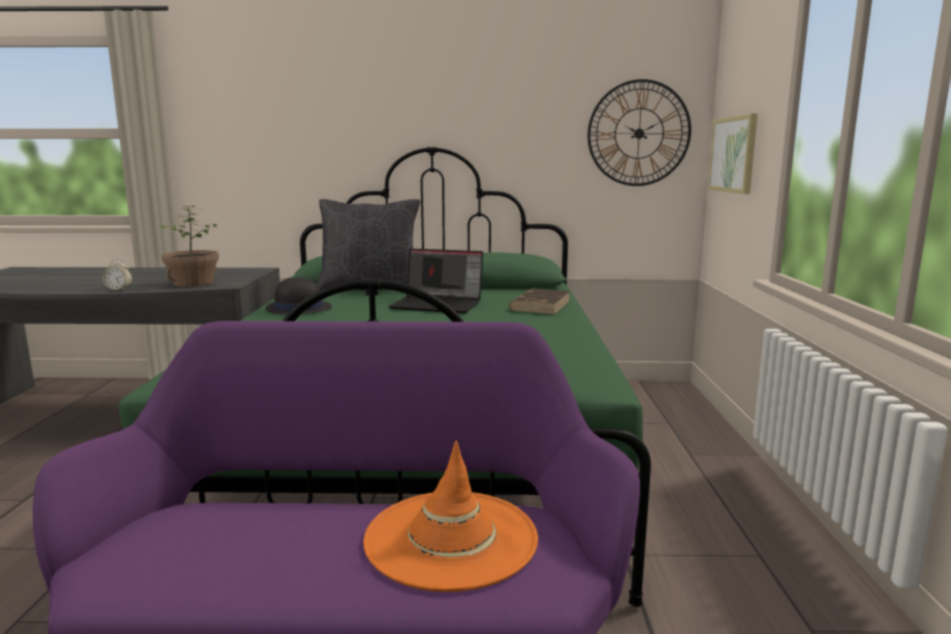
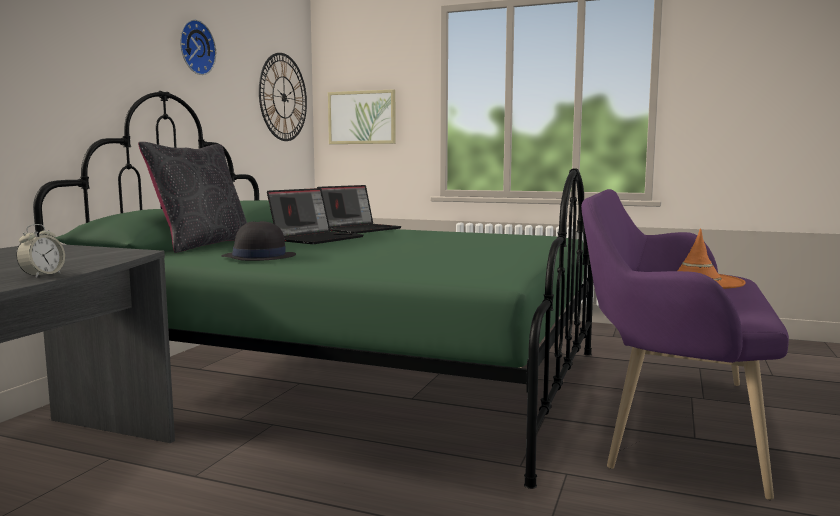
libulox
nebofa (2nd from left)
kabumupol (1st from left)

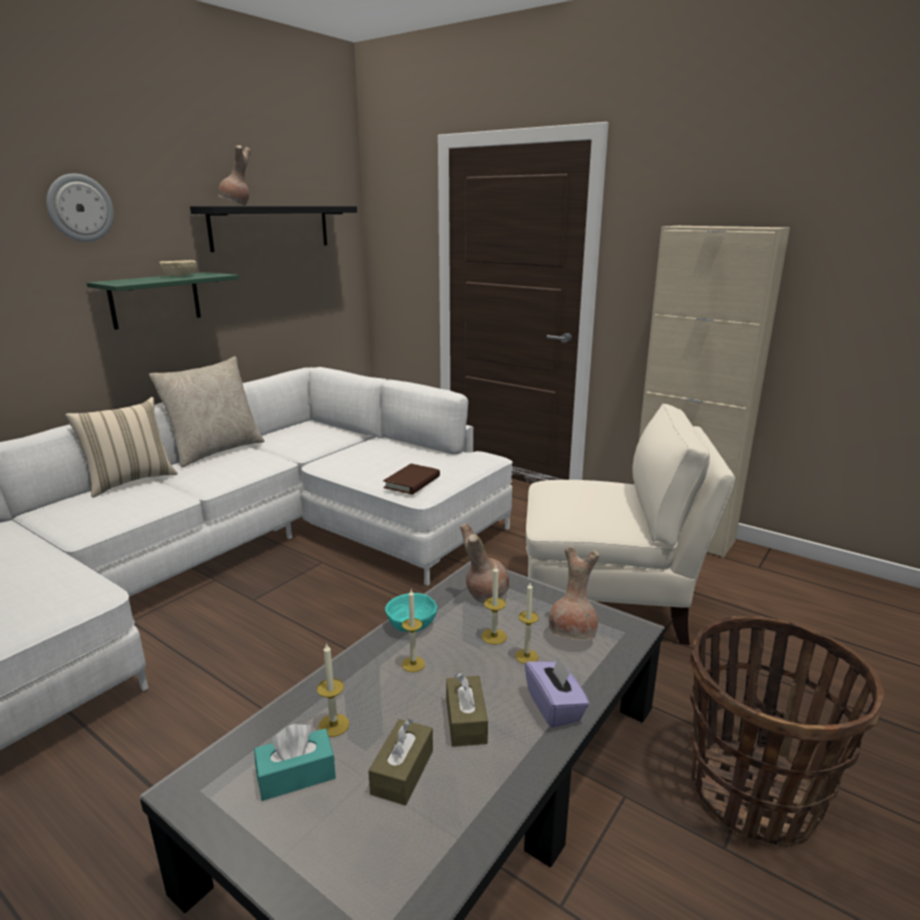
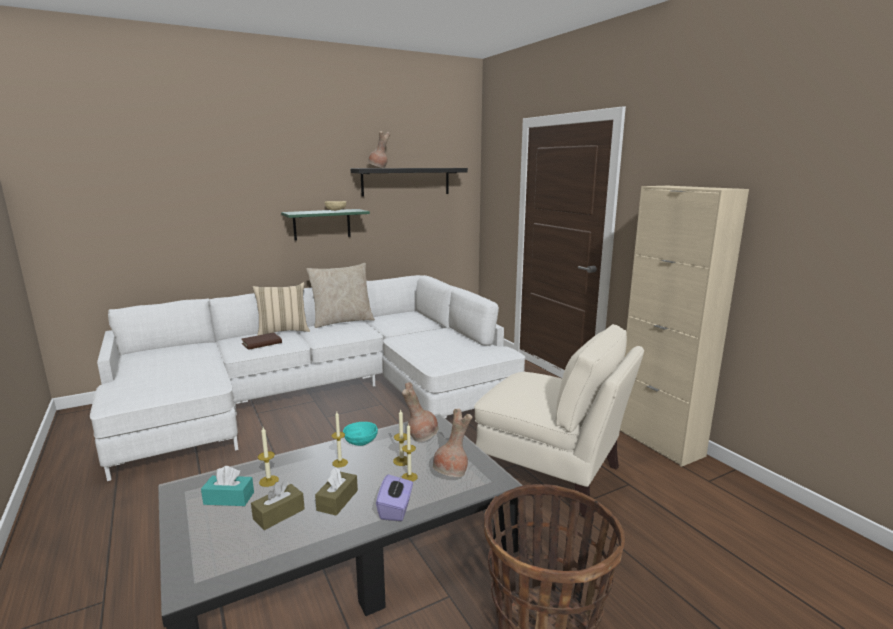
kabumupol
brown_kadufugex

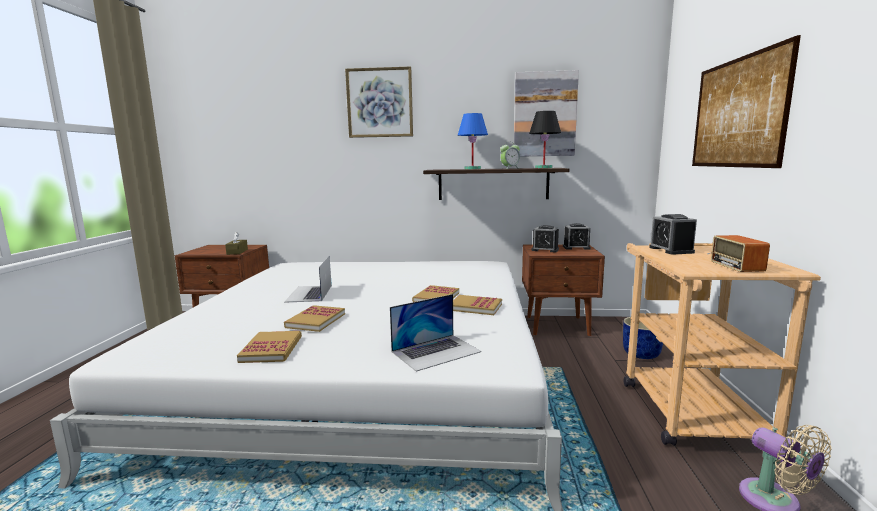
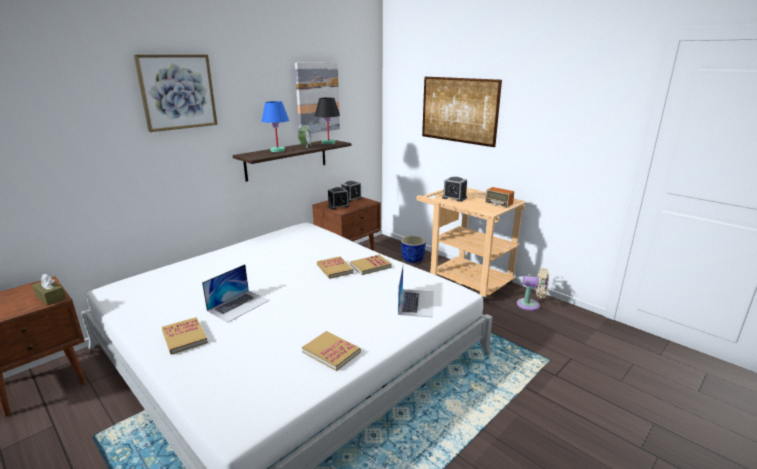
nebofa (1st from left)
kadufugex (1st from left)

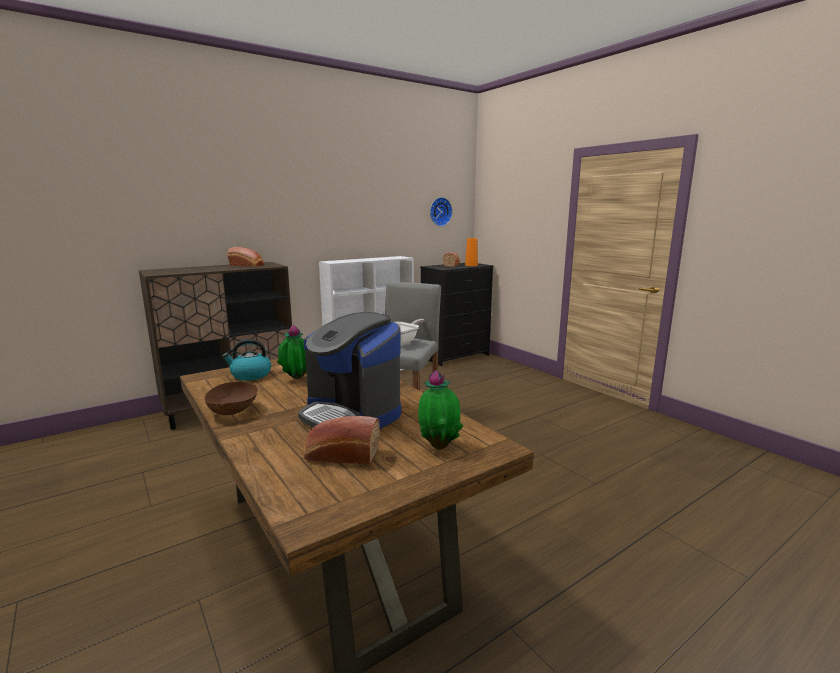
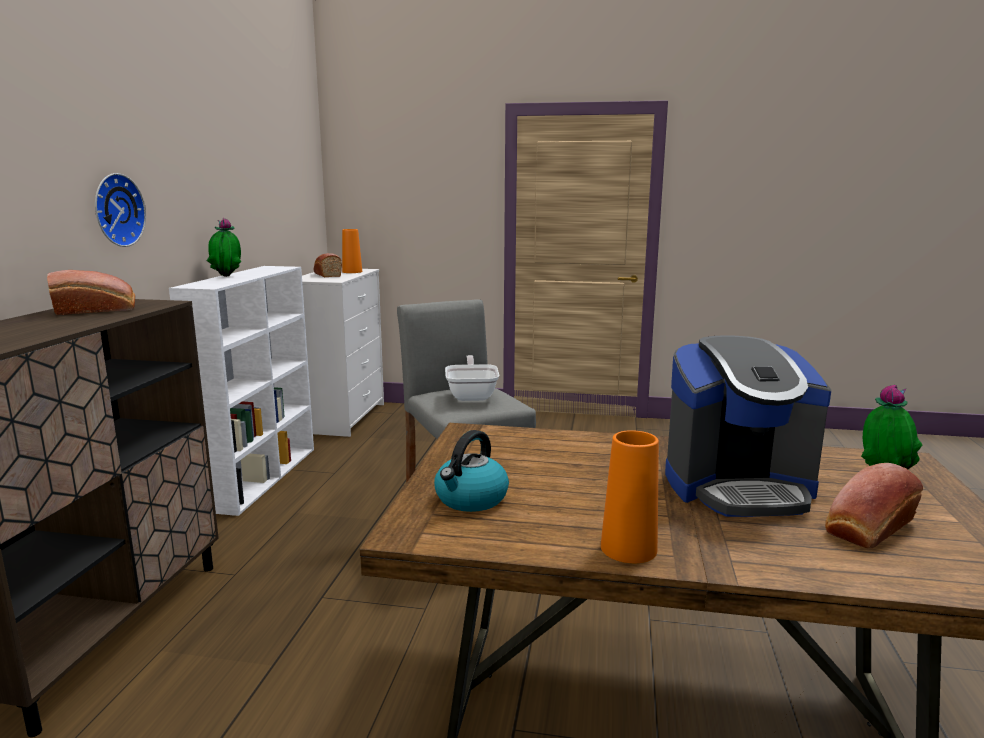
kabumupol
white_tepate
libulox (1st from left)
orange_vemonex (2nd from left)

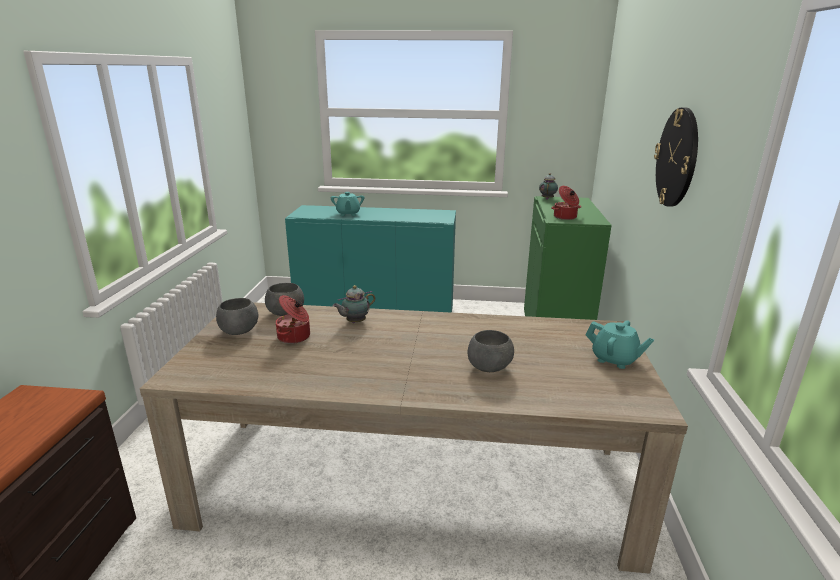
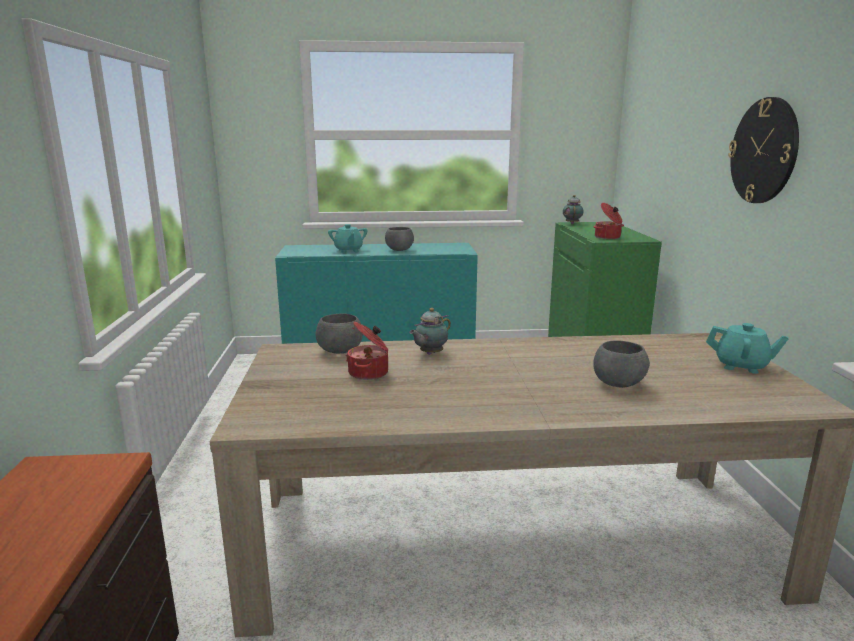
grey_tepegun (2nd from left)

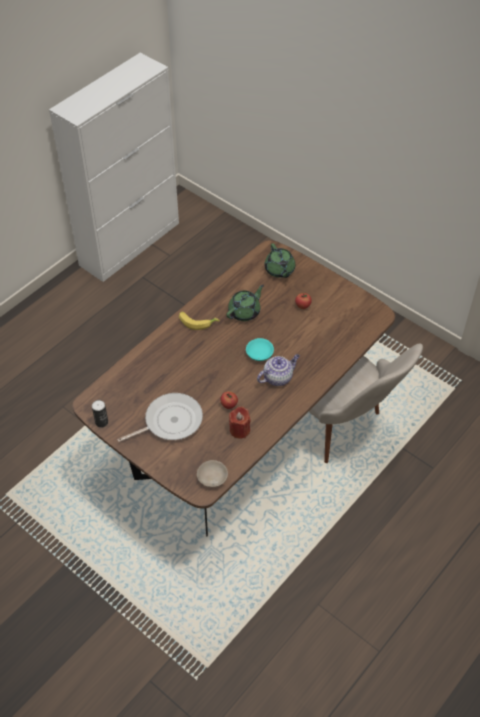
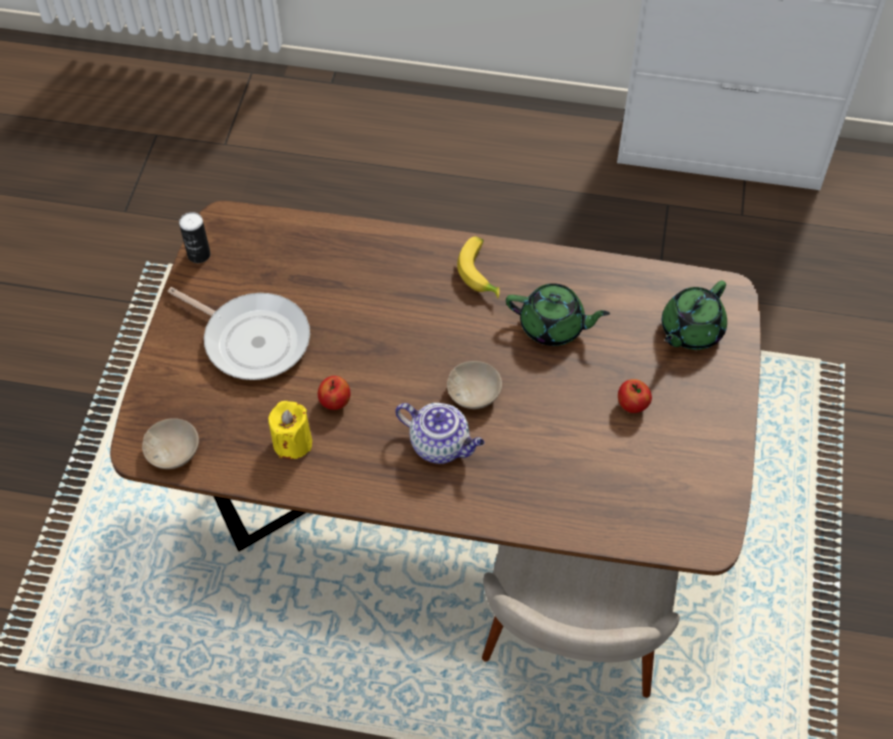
beige_tepegun (2nd from left)
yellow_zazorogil

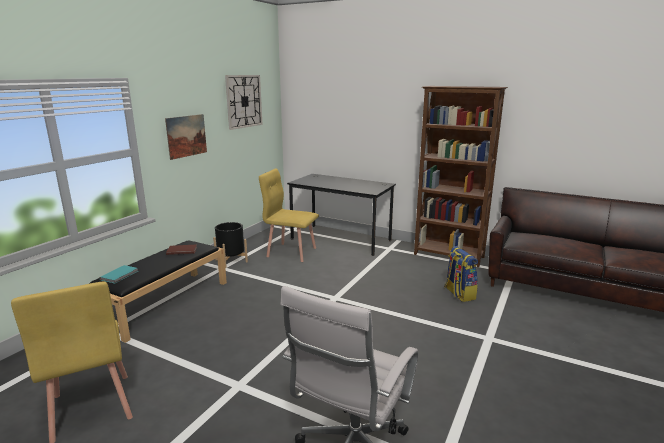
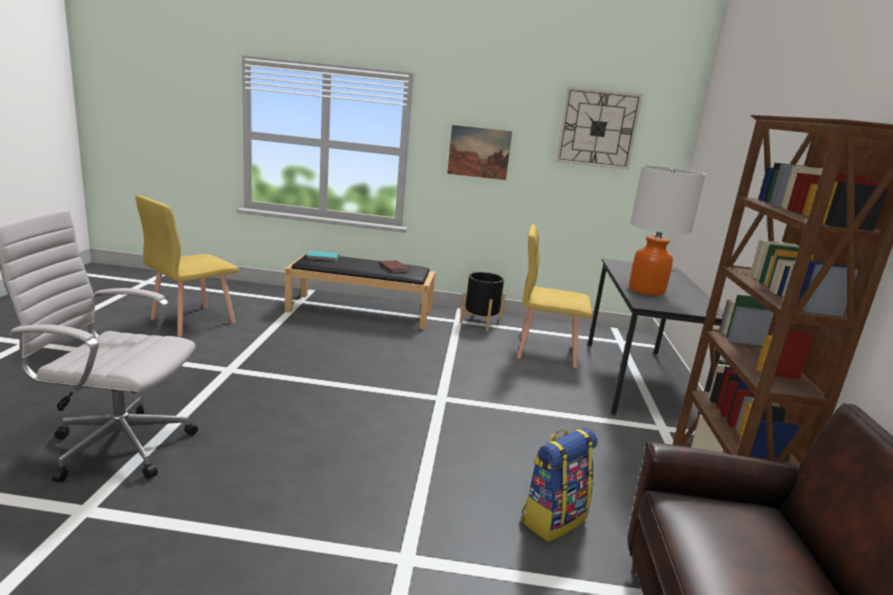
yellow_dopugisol (2nd from left)
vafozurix

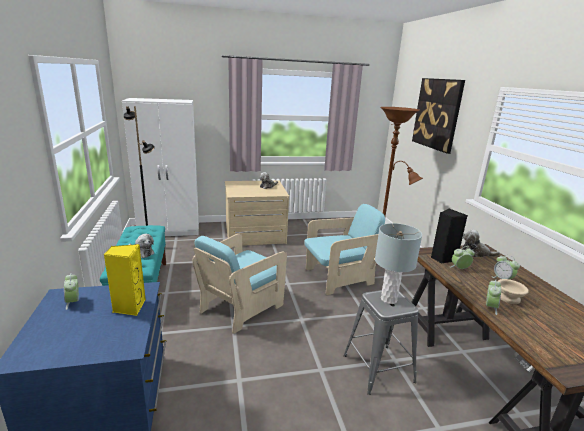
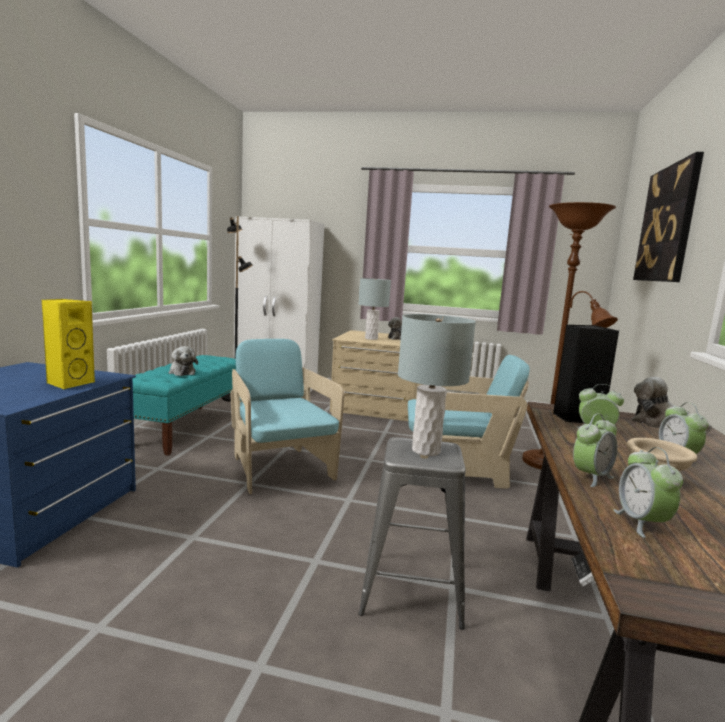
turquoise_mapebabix (1st from left)
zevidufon (3rd from left)
grey_vafozurix (1st from left)

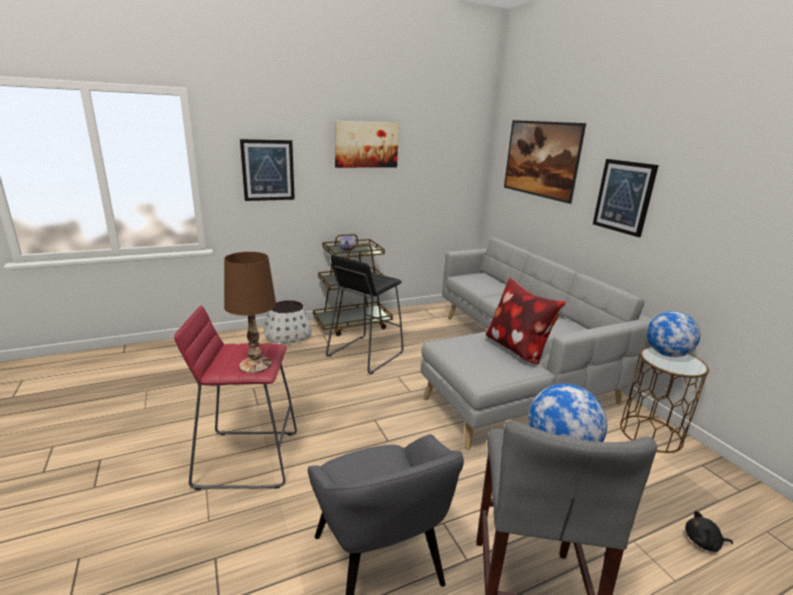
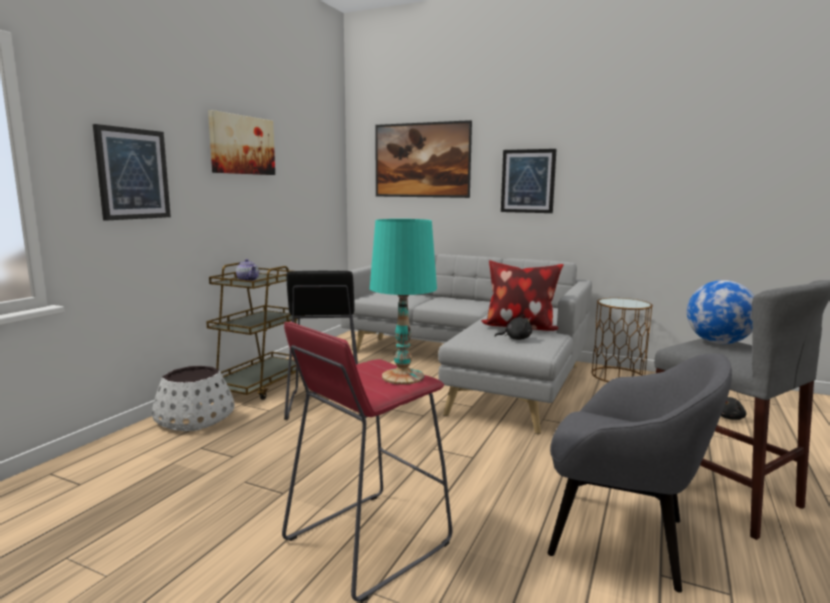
turquoise_vafozurix
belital (2nd from left in the first image)
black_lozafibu (1st from left)

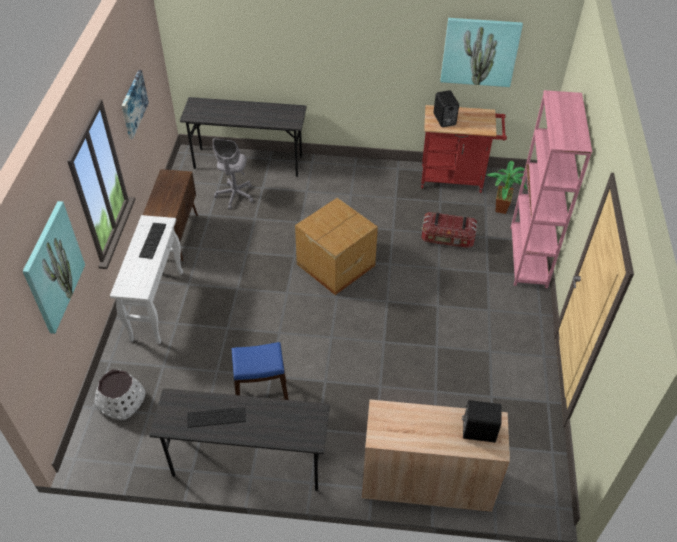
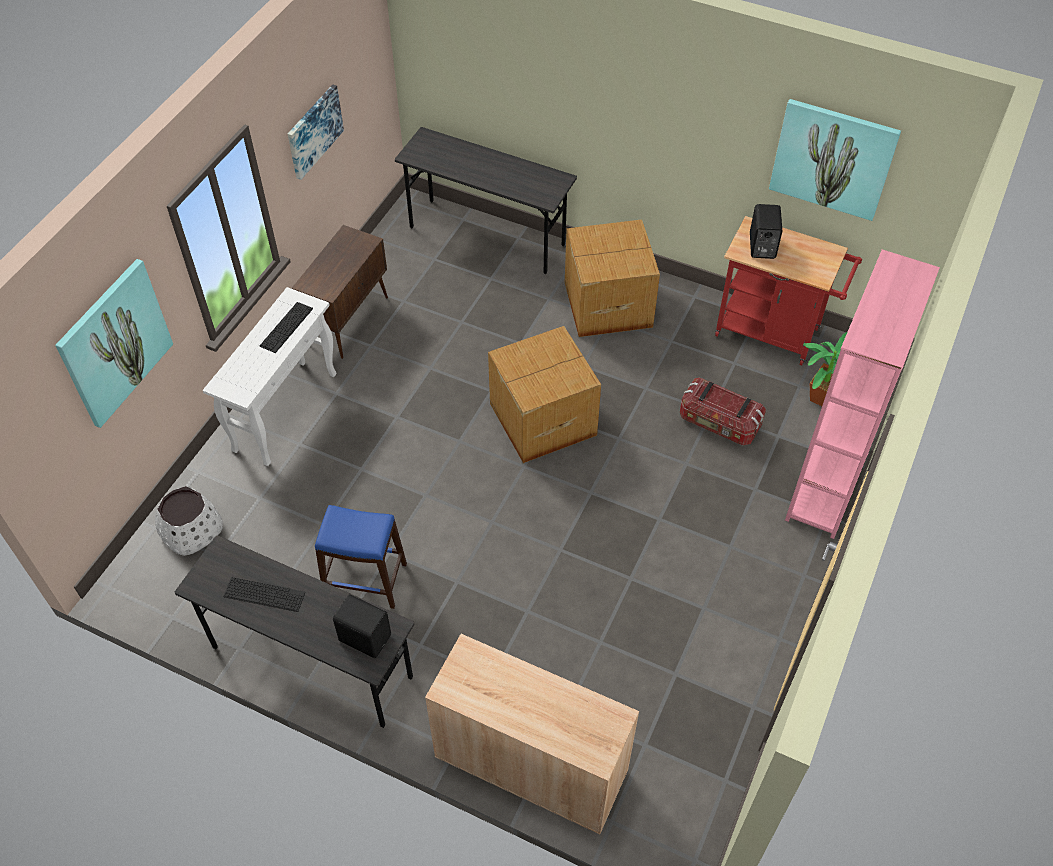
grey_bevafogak
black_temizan (1st from left)
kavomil (2nd from left)

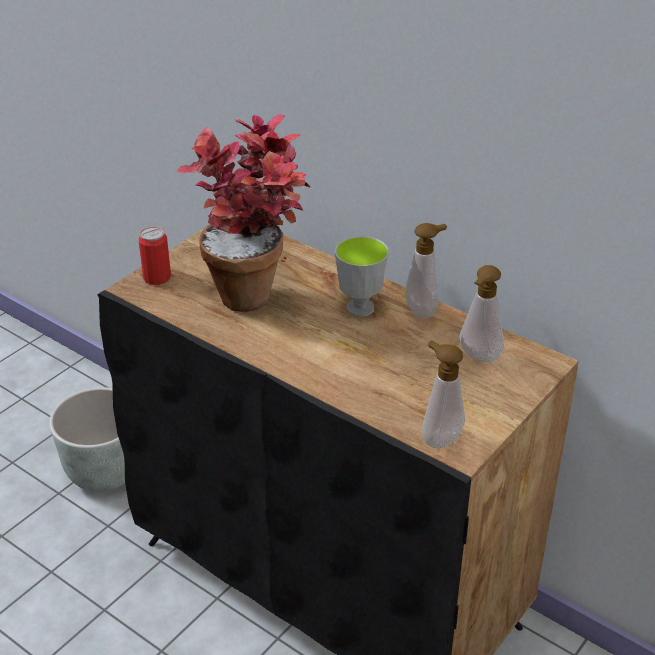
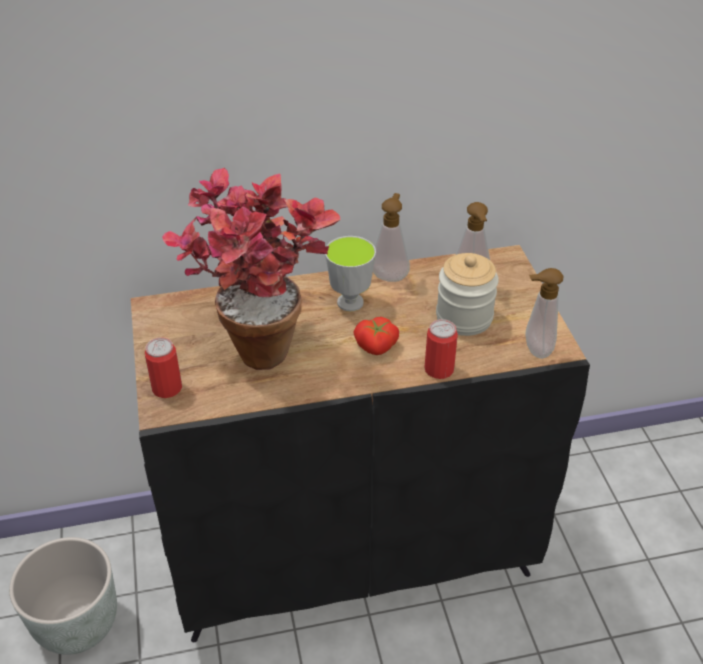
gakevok
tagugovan
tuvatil (2nd from left)

